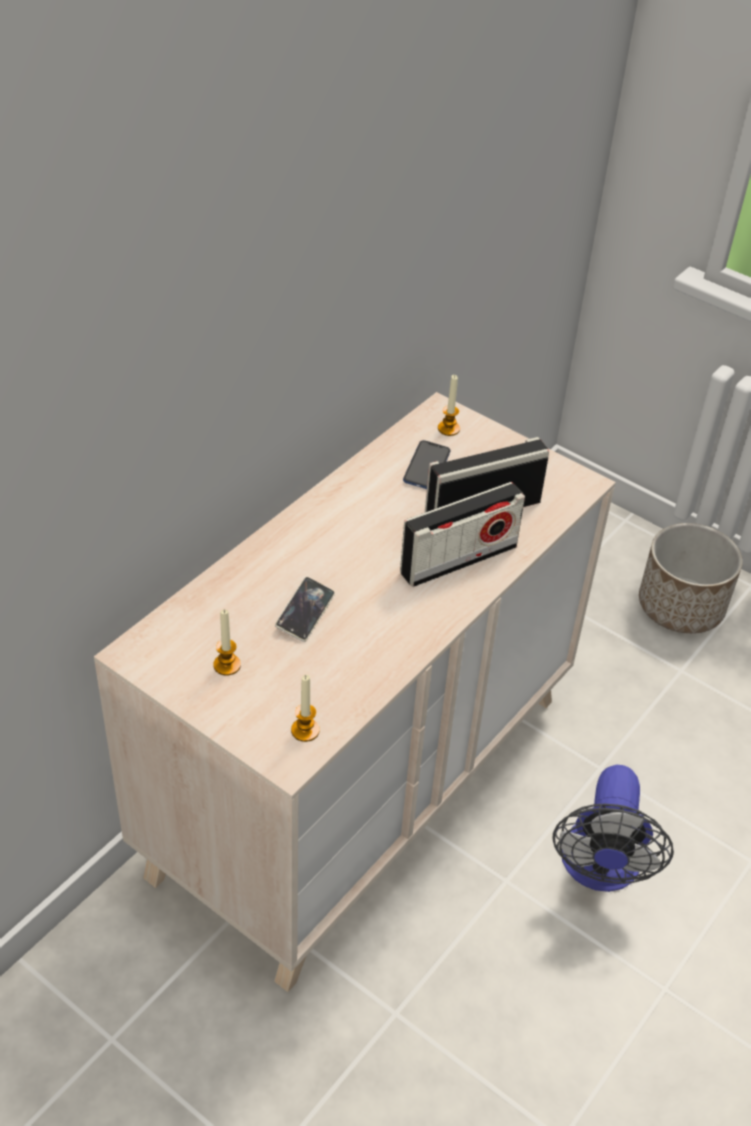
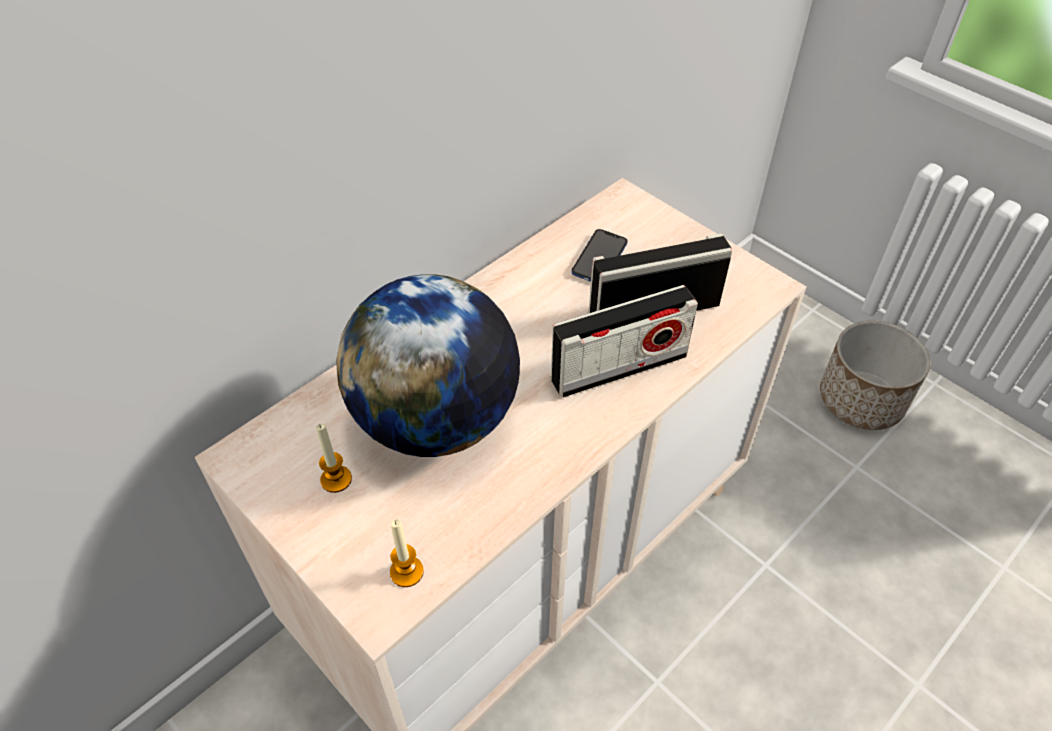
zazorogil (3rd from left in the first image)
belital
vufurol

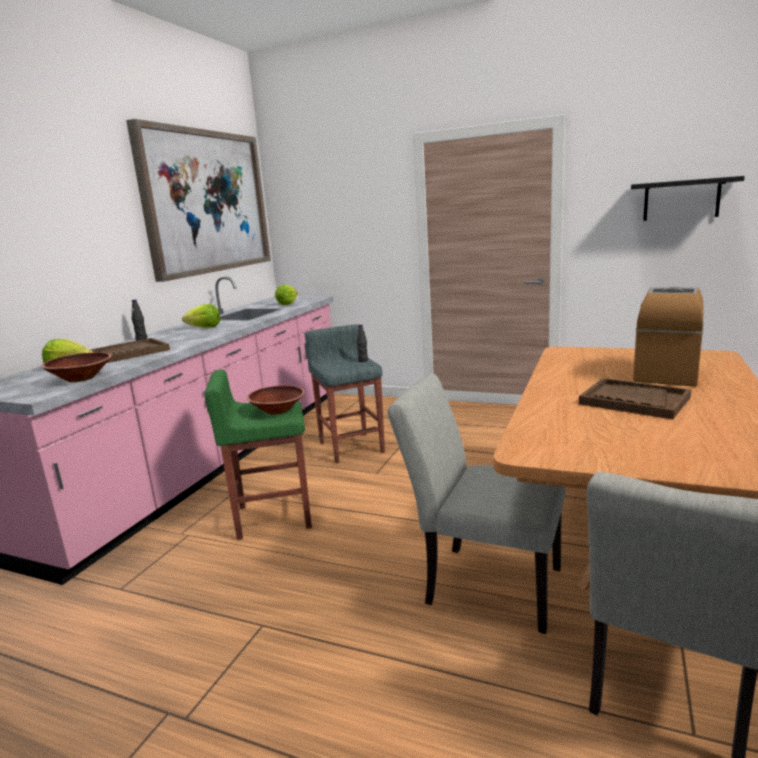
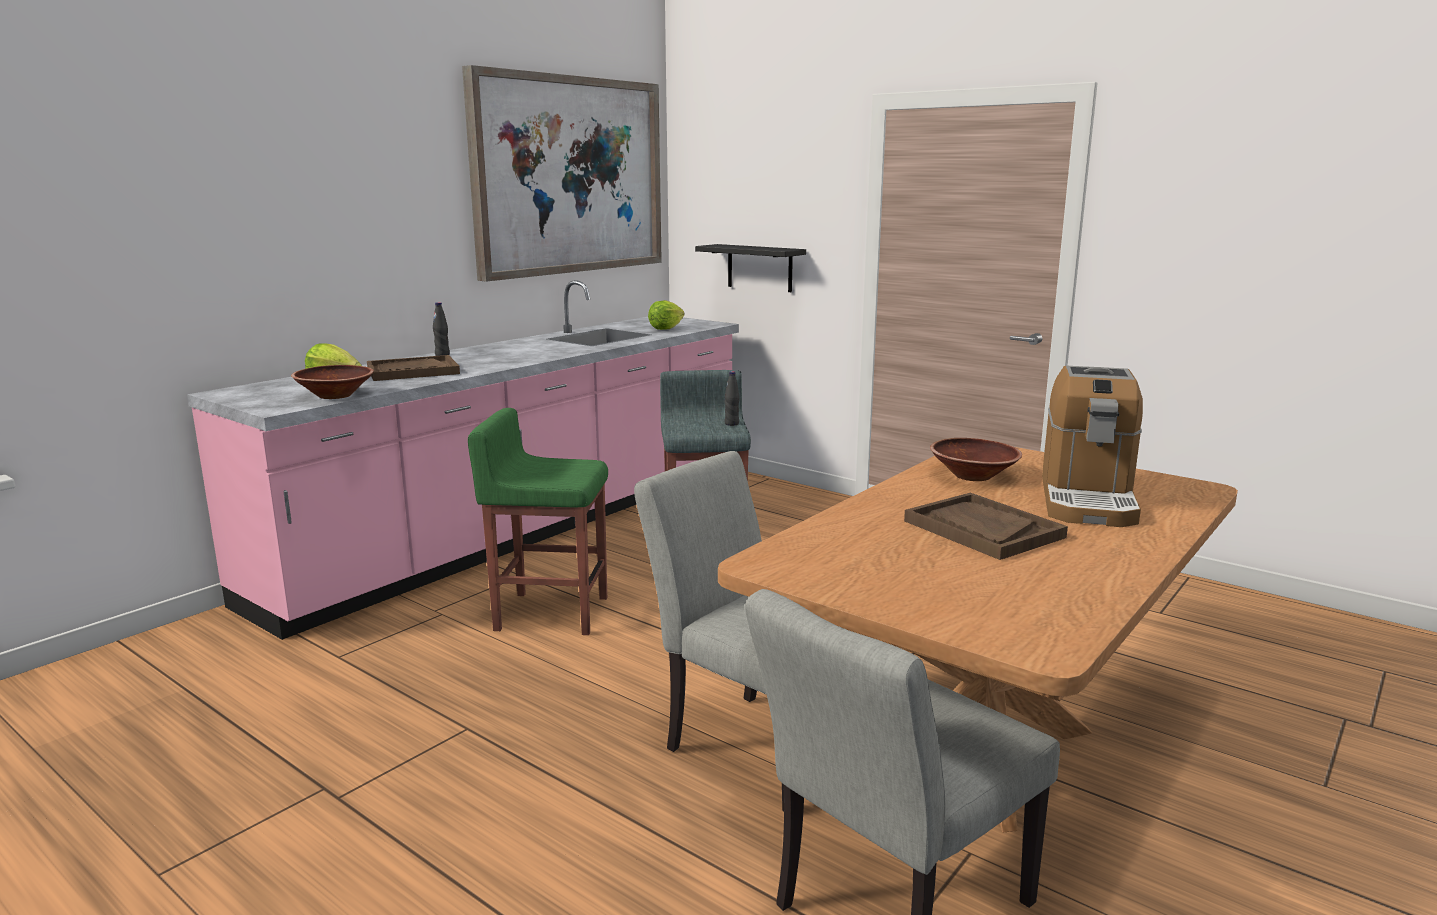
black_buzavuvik
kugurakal
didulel (2nd from left in the first image)
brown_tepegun (2nd from left)

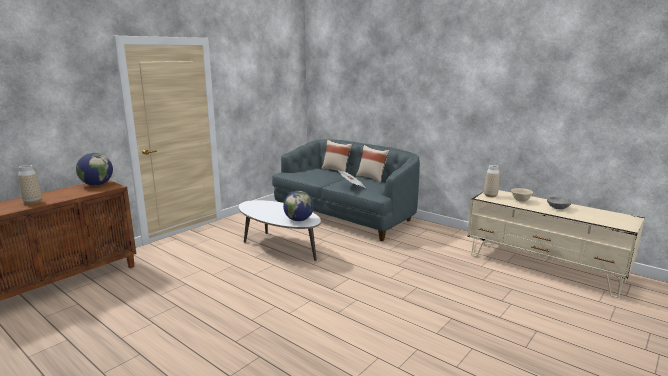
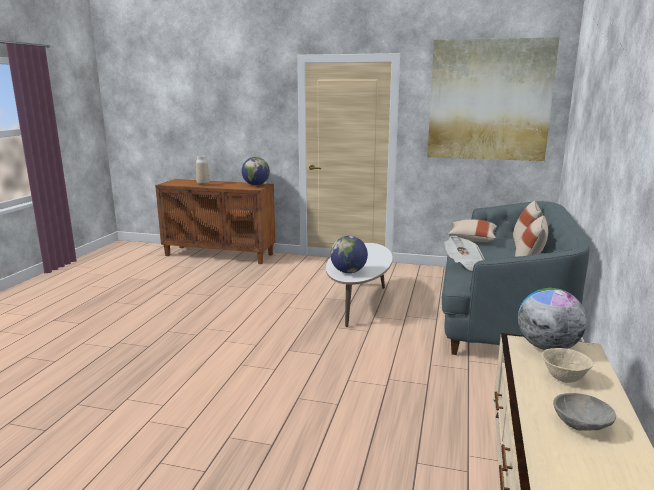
belital (3rd from left)
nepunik
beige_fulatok (1st from left)

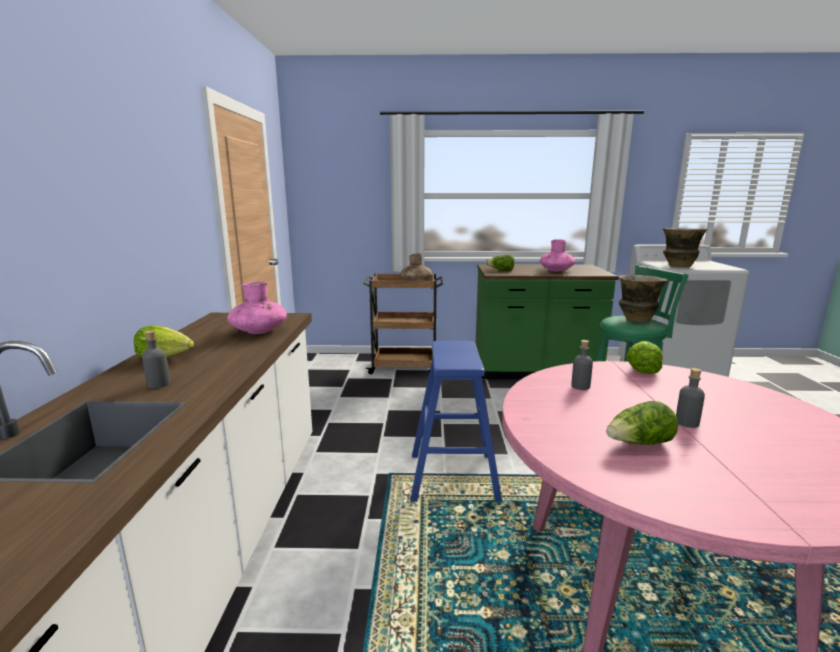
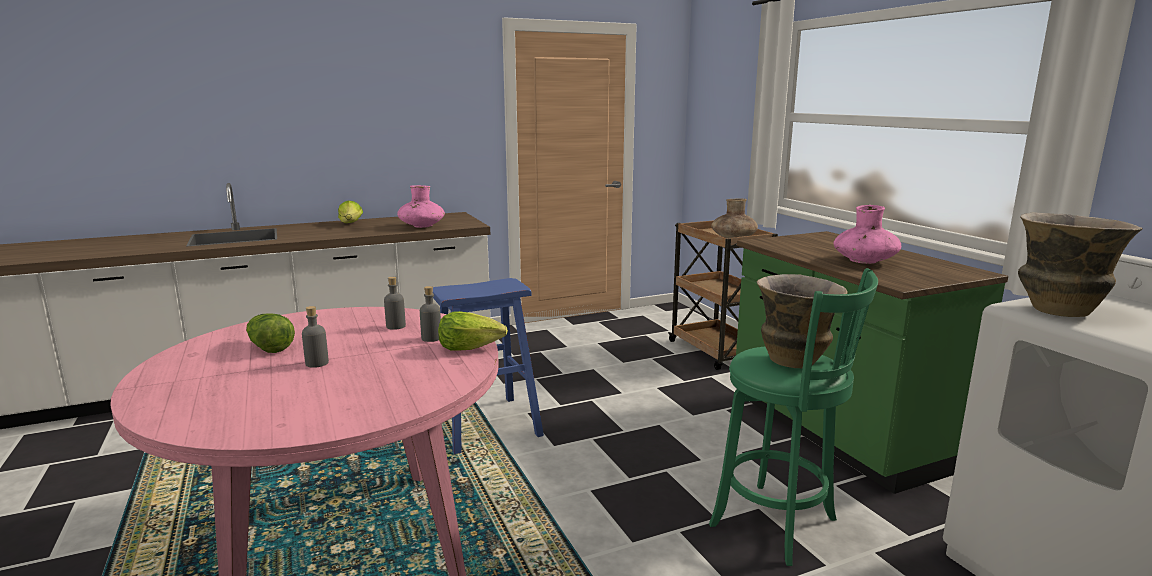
didulel (2nd from left in the first image)
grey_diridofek (3rd from left)

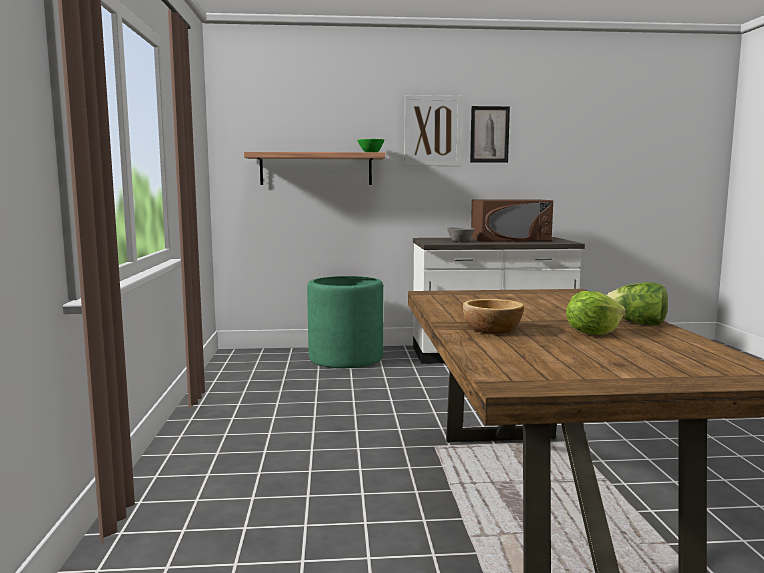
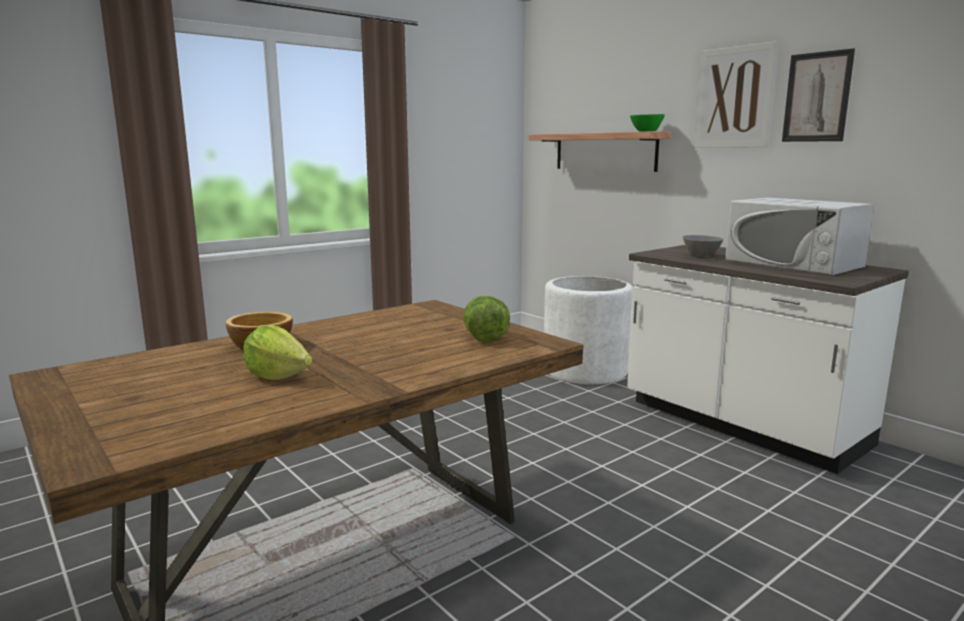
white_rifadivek
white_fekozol
didulel (2nd from left)

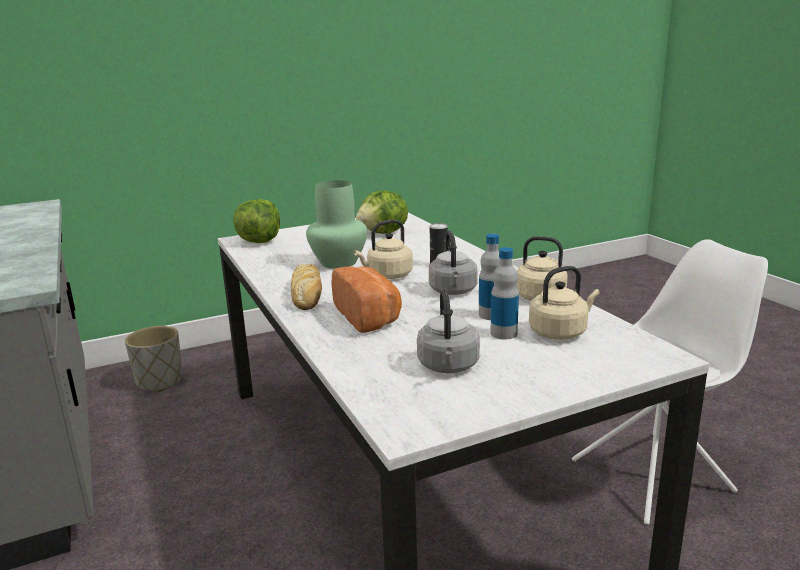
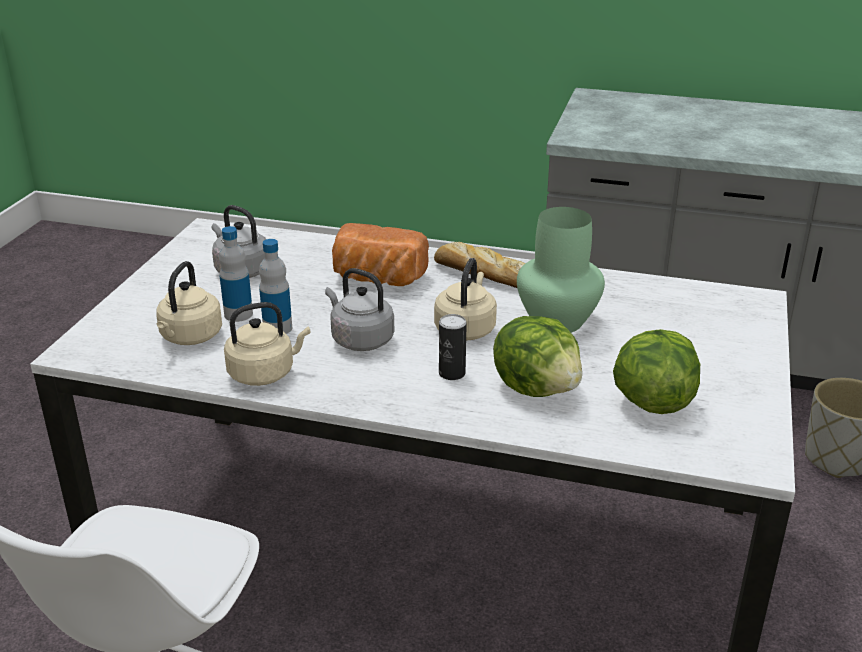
didulel (1st from left)

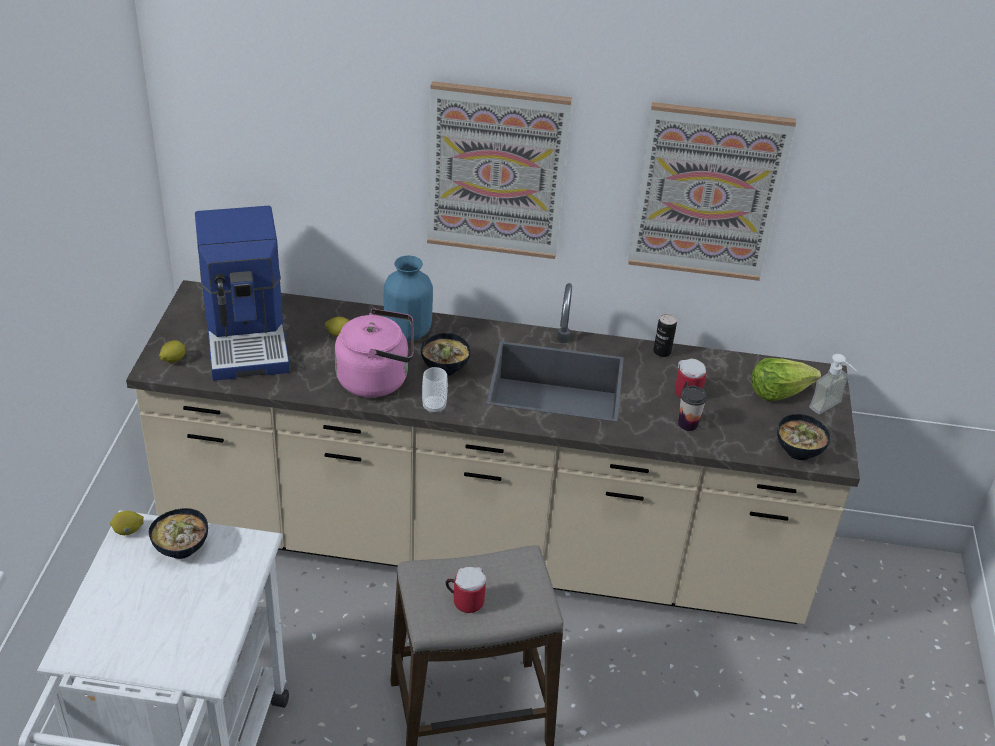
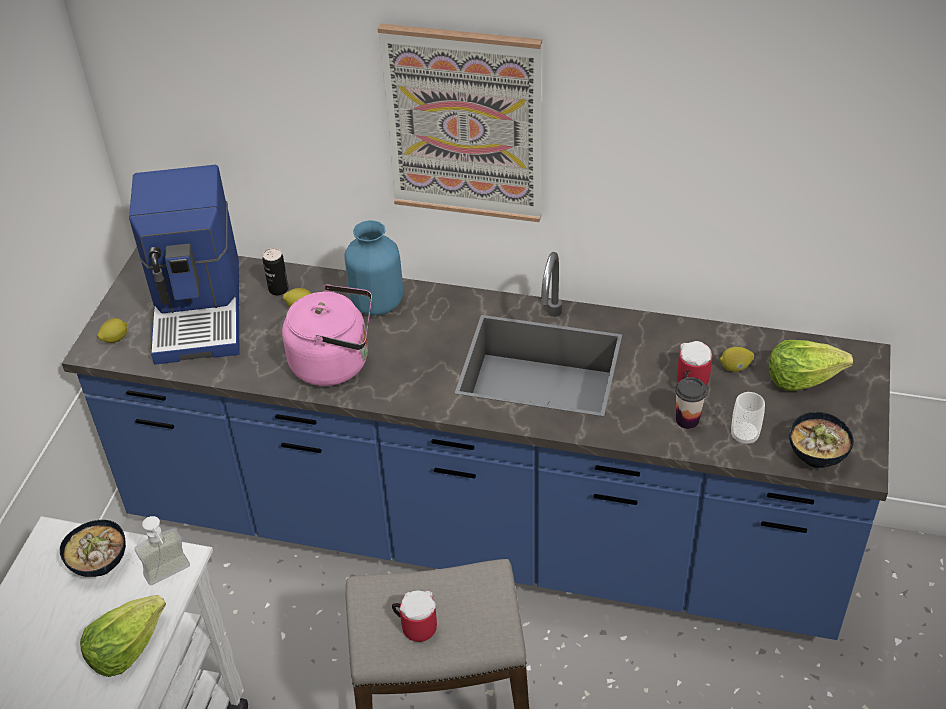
nepunik (2nd from left in the first image)
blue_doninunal
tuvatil
tepegun (2nd from left in the first image)
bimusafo
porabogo (2nd from left)
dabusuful (3rd from left)
didulel (1st from left)

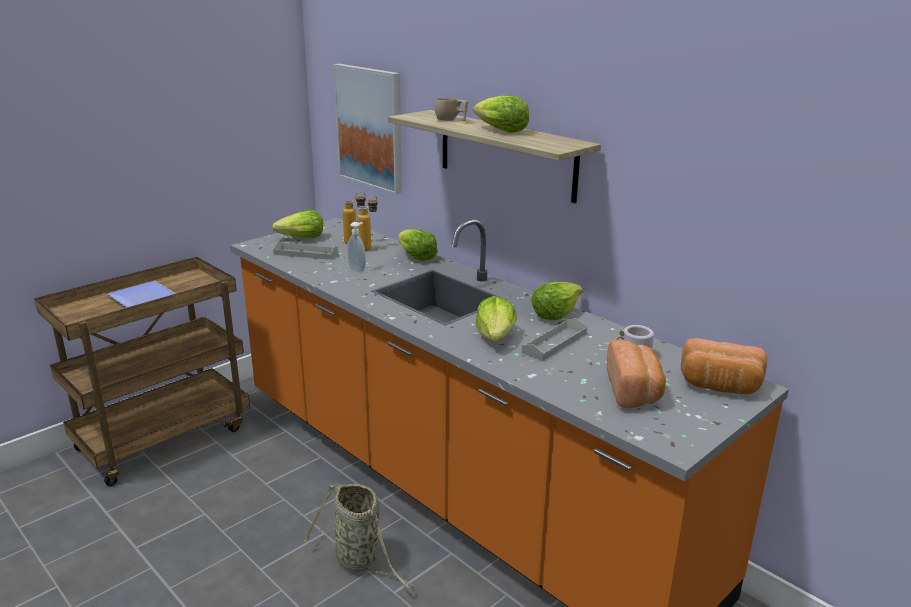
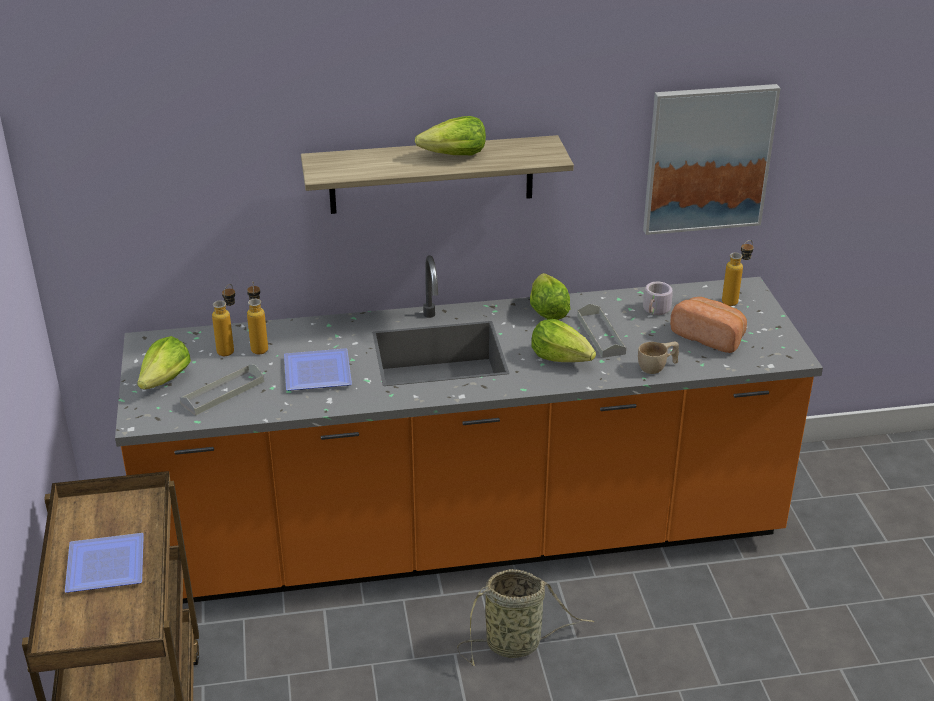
nepunik
beige_porabogo
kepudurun (2nd from left)
didulel (2nd from left in the first image)
diridofek (3rd from left)

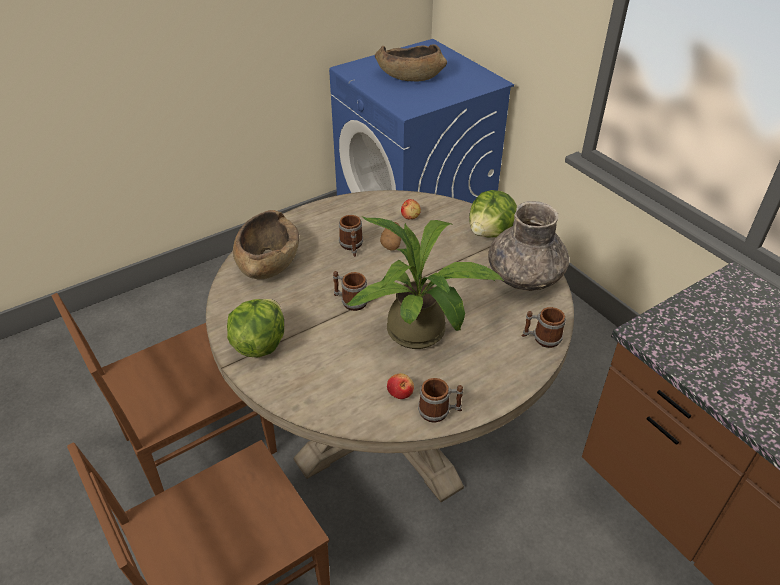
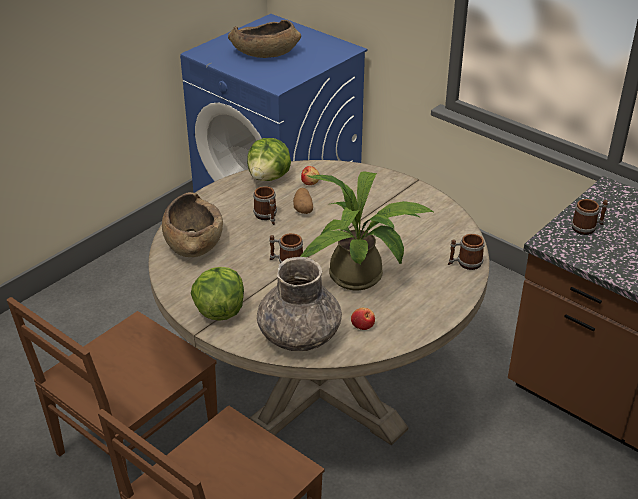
didulel (2nd from left)
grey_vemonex
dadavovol (4th from left)

